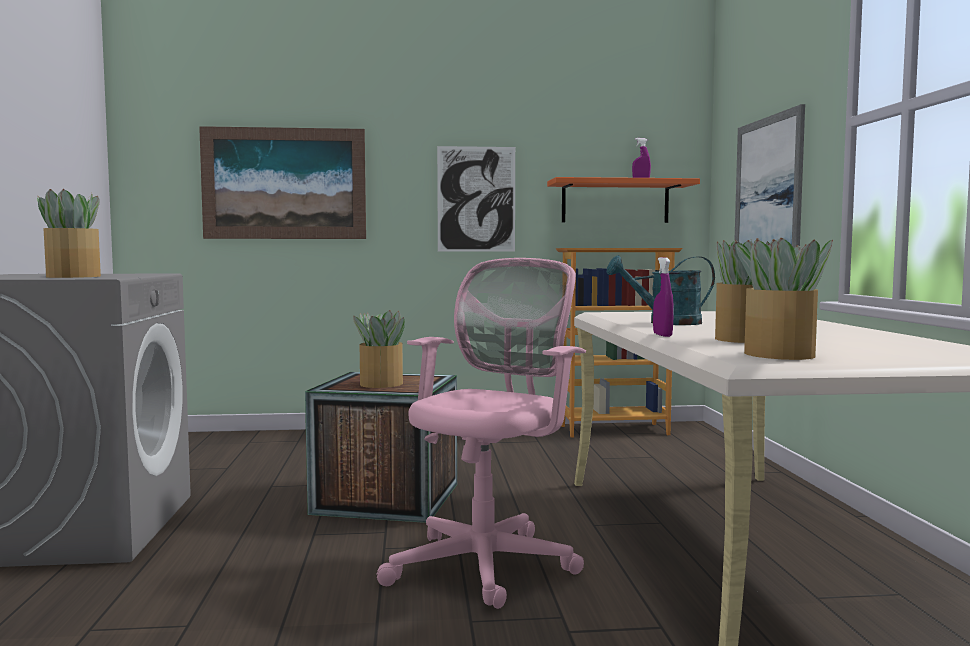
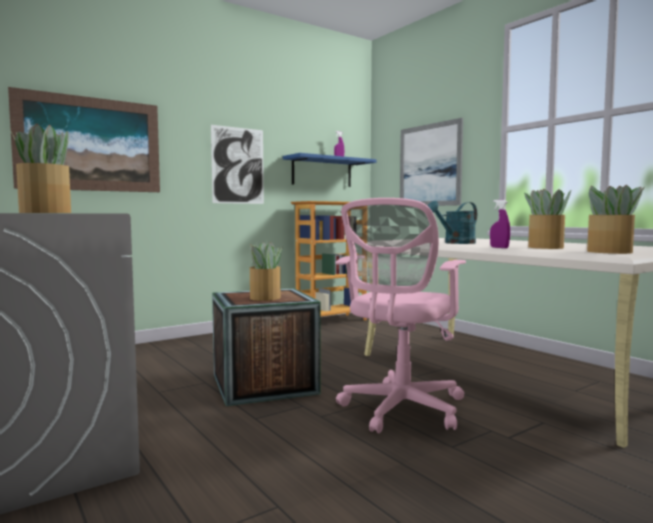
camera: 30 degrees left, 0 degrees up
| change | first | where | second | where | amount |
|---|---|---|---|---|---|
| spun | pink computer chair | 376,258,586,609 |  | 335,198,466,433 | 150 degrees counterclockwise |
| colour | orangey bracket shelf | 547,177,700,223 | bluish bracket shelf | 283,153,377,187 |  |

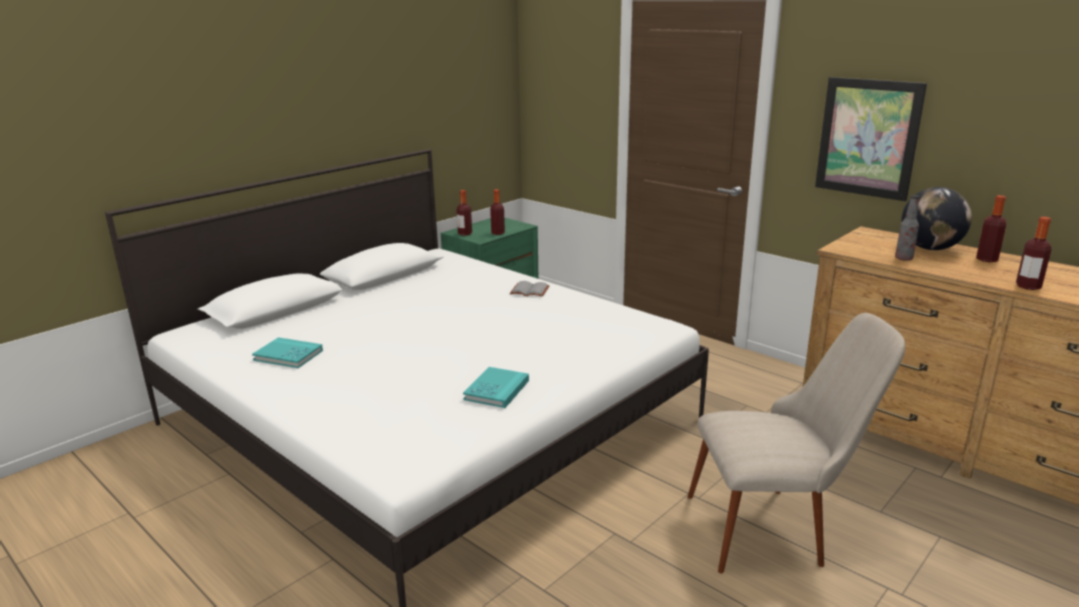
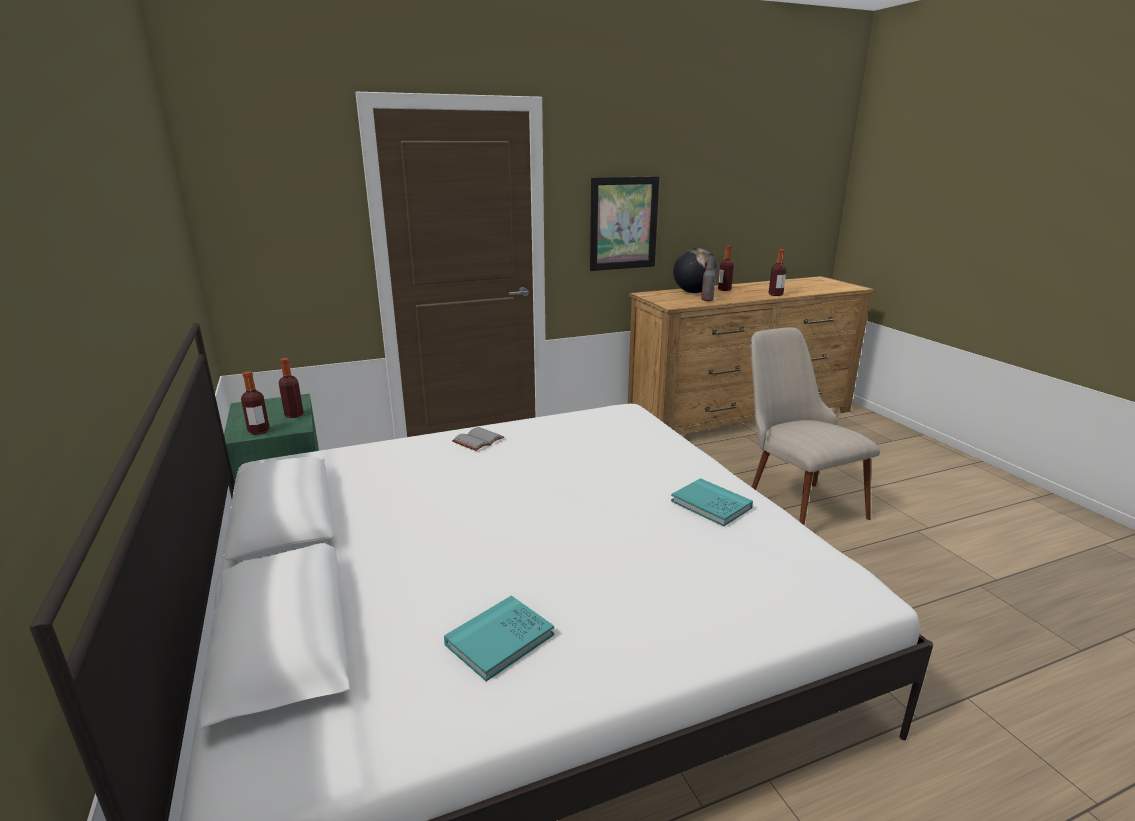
camera: 65 degrees left, 0 degrees up
| change | first | where | second | where | amount |
|---|---|---|---|---|---|
| spun | beige-coloured plain chair | 688,313,905,573 |  | 750,327,880,525 | 45 degrees counterclockwise |

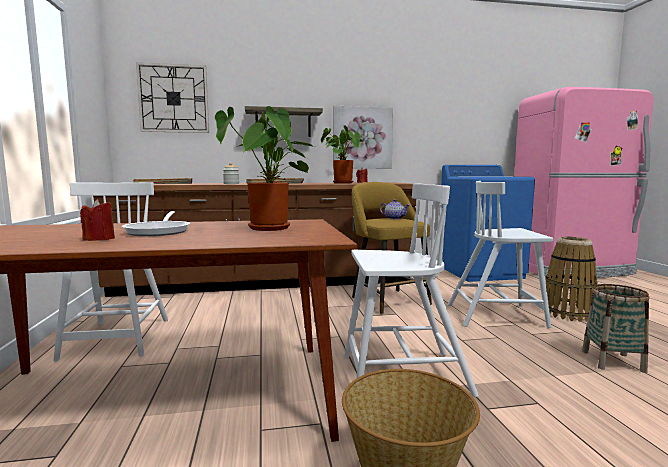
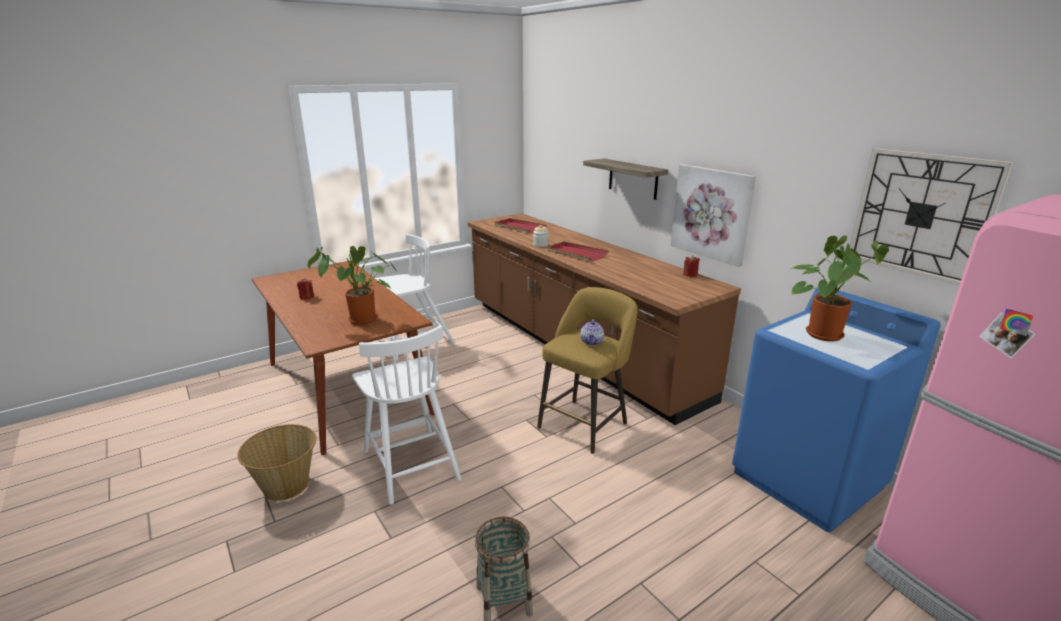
camera: 65 degrees right, 15 degrees up
| change | first | where | second | where | amount |
|---|---|---|---|---|---|
| missing | frying pan | 122,211,190,236 |  |  |  |
| relocated | wall clock | 136,62,209,133 |  | 850,148,1013,285 |  |
| relocated | potted plant | 321,125,363,184 |  | 791,236,889,342 |  |
| missing | white plain chair | 448,181,553,328 |  |  |  |
| missing | household basket | 546,237,597,322 |  |  |  |

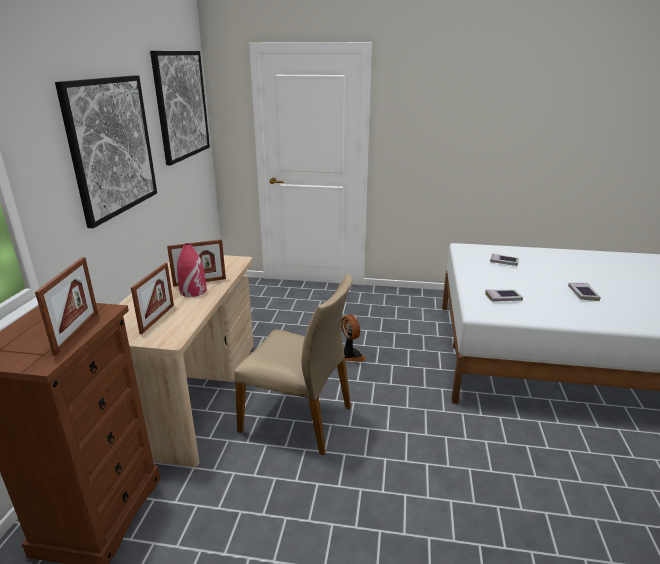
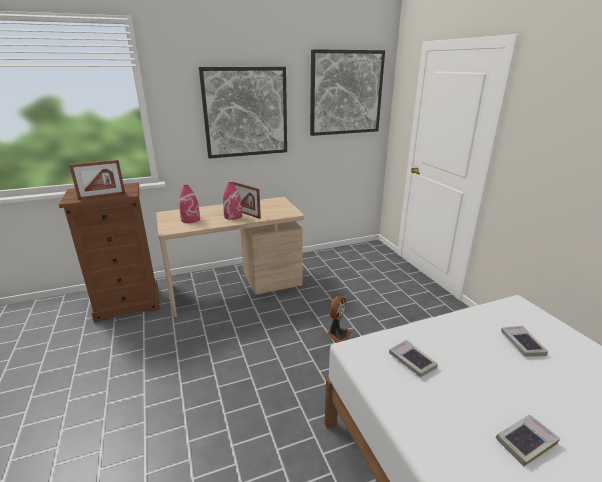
camera: 60 degrees right, 0 degrees up
| change | first | where | second | where | amount |
|---|---|---|---|---|---|
| exchanged | photo frame | 131,263,174,334 | reddish flower vase | 179,185,200,223 |  |
| missing | beige-coloured plain chair | 234,274,352,455 |  |  |  |

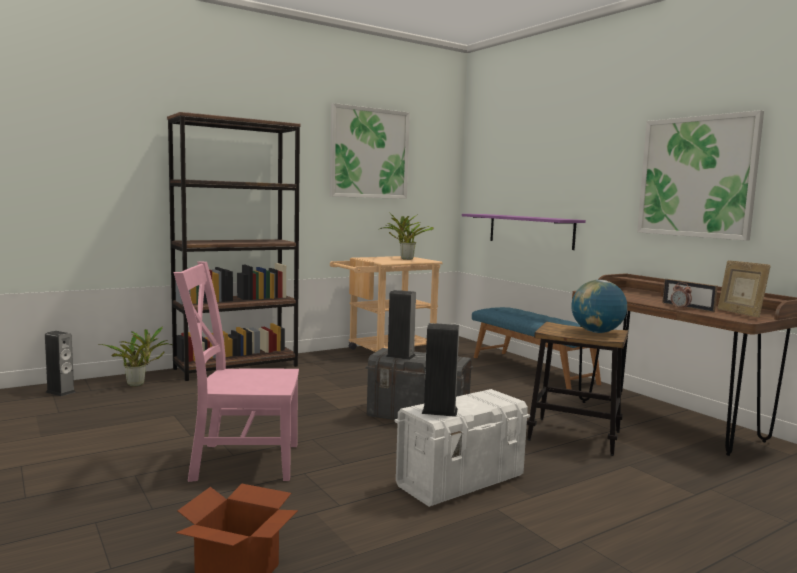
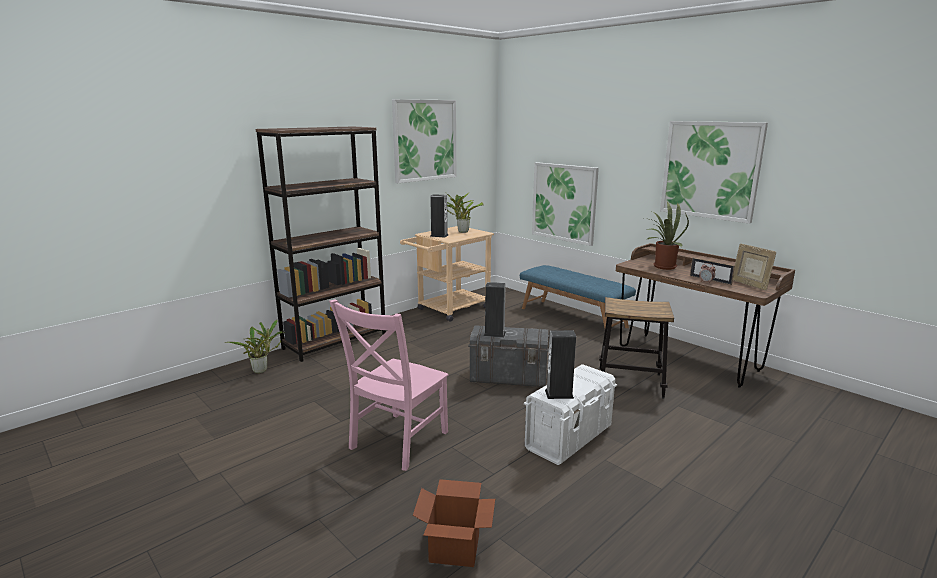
camera: 10 degrees left, 10 degrees up
| change | first | where | second | where | amount |
|---|---|---|---|---|---|
| relocated | audio speaker | 45,331,76,396 |  | 430,194,448,237 |  |
| spun | pink plain chair | 173,261,299,482 |  | 329,299,449,471 | 45 degrees counterclockwise |
| exchanged | purplish bracket shelf | 462,214,586,250 | wall art | 532,162,599,246 |  |
| missing | world globe | 571,280,627,333 |  |  |  |
| appeared |  |  | potted plant | 644,202,689,270 |  |

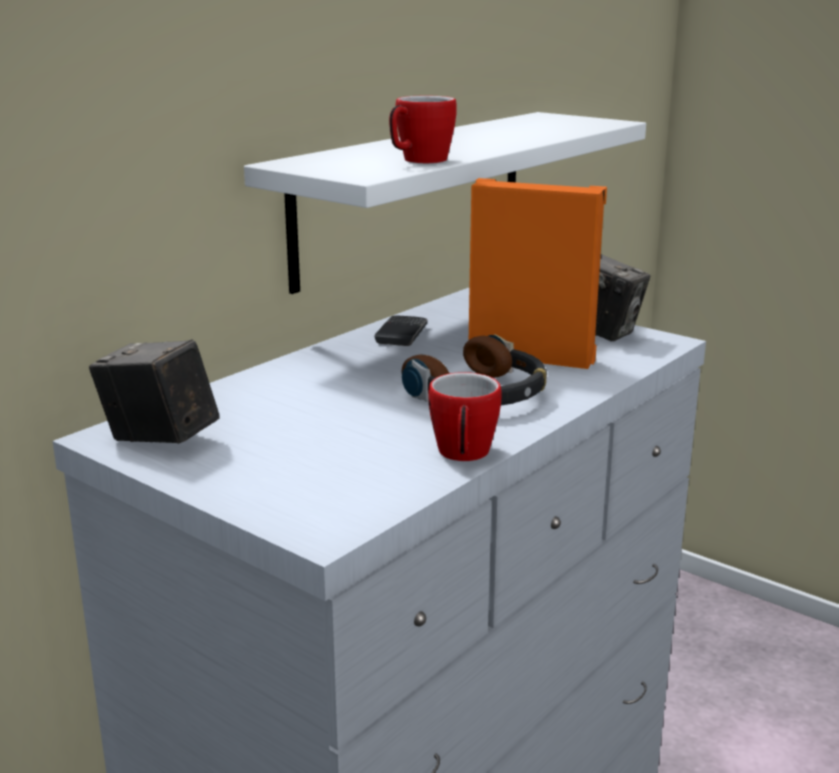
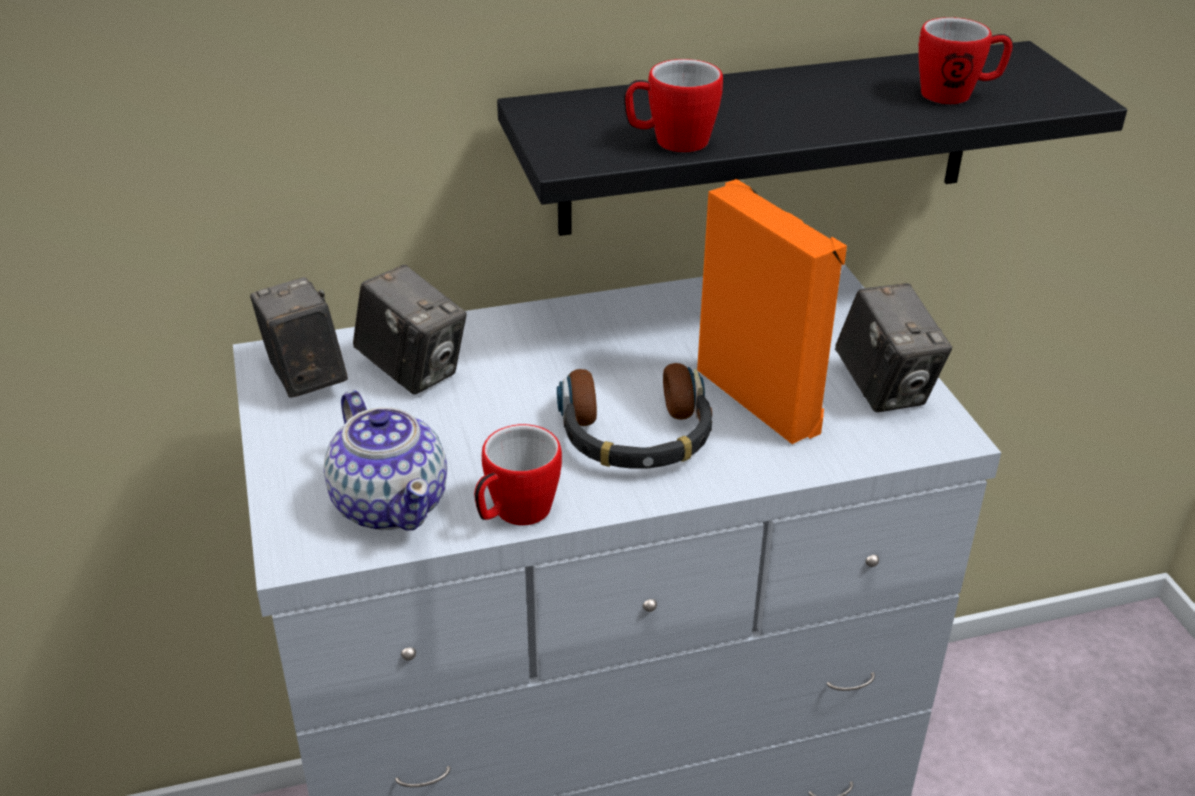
camera: 35 degrees right, 15 degrees up
| change | first | where | second | where | amount |
|---|---|---|---|---|---|
| colour | white bracket shelf | 244,112,646,294 | black-coloured bracket shelf | 497,41,1127,236 |  |
| missing | phone | 374,316,428,346 |  |  |  |
| appeared |  |  | tea pot | 324,390,447,530 |  |
| appeared |  |  | photo camera | 353,265,467,394 |  |
| appeared |  |  | mug | 918,17,1013,104 |  |

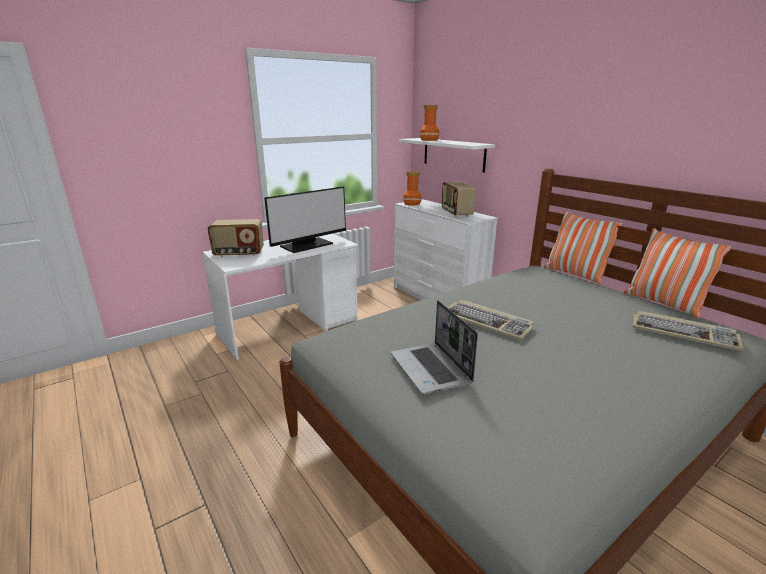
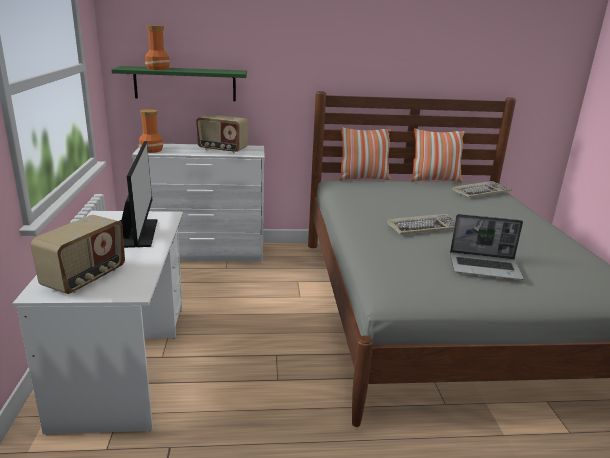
camera: 60 degrees left, 0 degrees up
| change | first | where | second | where | amount |
|---|---|---|---|---|---|
| colour | white bracket shelf | 399,138,495,173 | green bracket shelf | 112,66,247,101 |  |

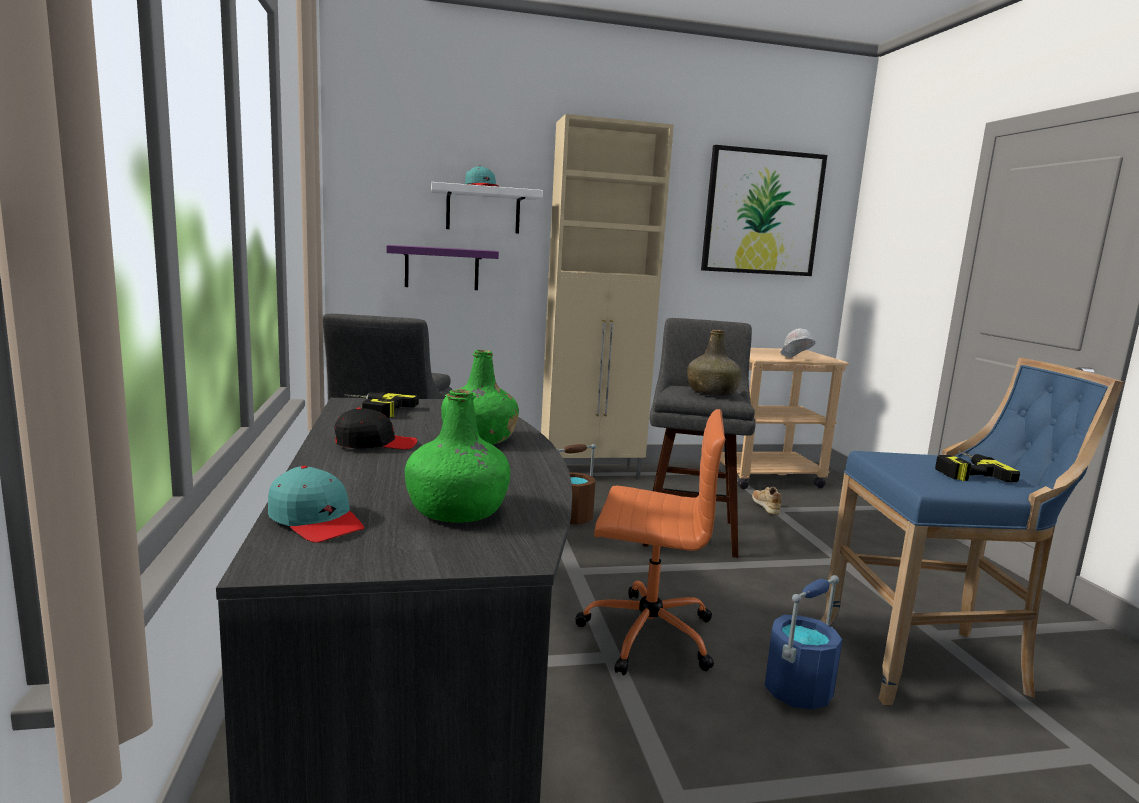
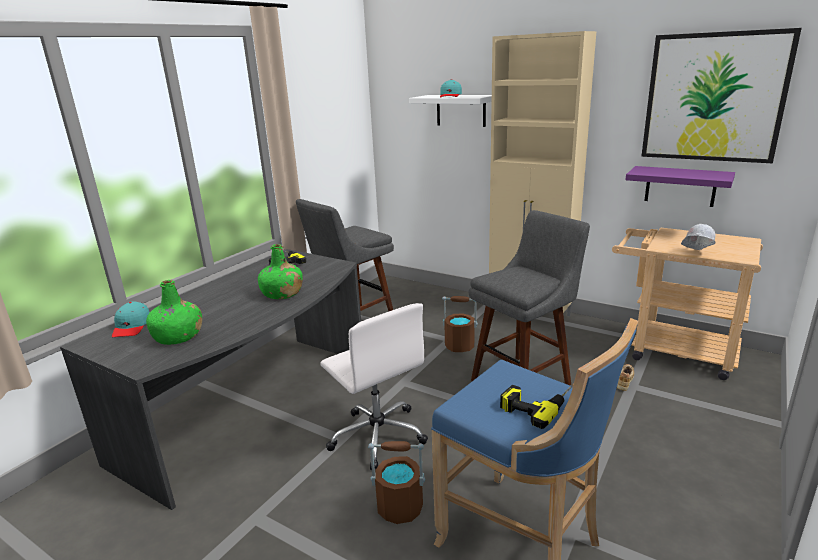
camera: 45 degrees right, 10 degrees up
| change | first | where | second | where | amount |
|---|---|---|---|---|---|
| missing | black-coloured peaked cap | 335,408,417,449 |  |  |  |
| relocated | purplish bracket shelf | 386,245,499,290 |  | 625,166,735,207 |  |
| colour | orangey computer chair | 575,409,725,675 | white computer chair | 320,303,428,470 |  |
| missing | green drink bottle | 687,330,742,396 |  |  |  |
| colour | bluish bucket | 764,575,842,709 | brownish bucket | 368,441,425,524 |  |

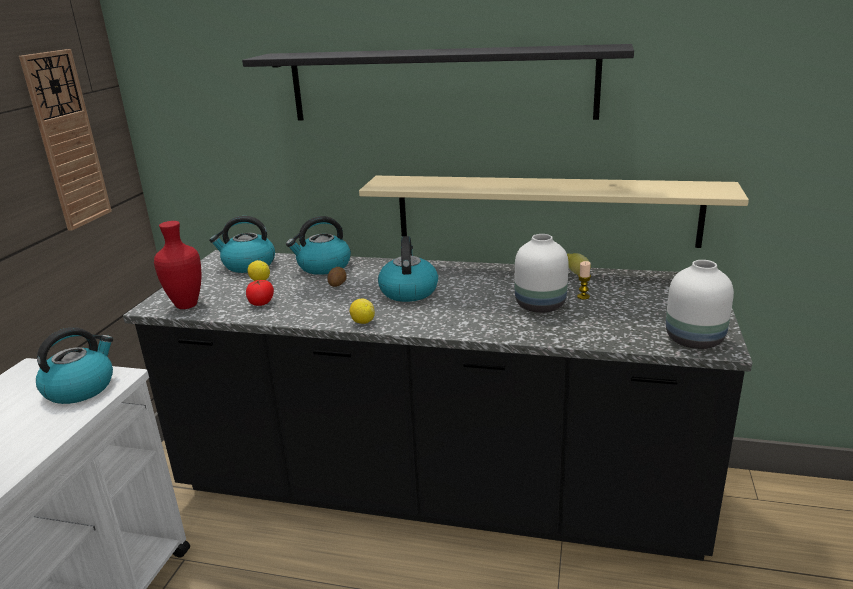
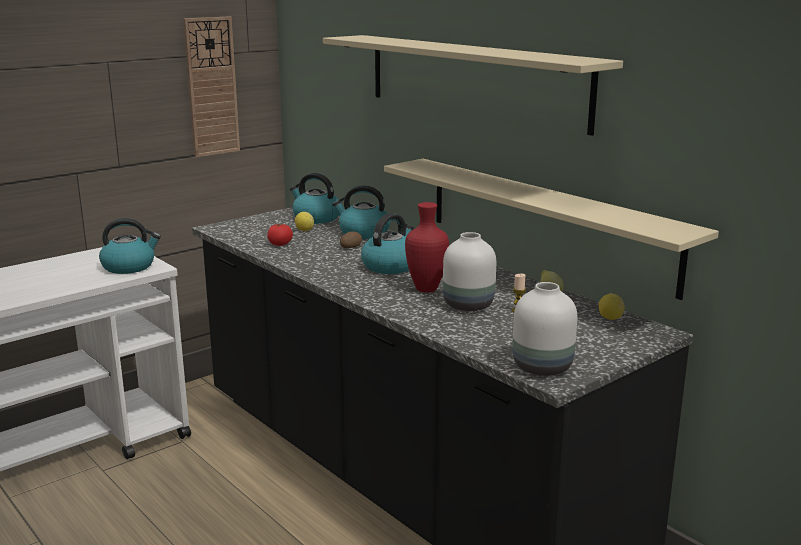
camera: 35 degrees right, 5 degrees down
| change | first | where | second | where | amount |
|---|---|---|---|---|---|
| relocated | reddish flower vase | 154,221,201,309 |  | 405,202,449,293 |  |
| colour | black-coloured bracket shelf | 242,44,634,120 | beige-coloured bracket shelf | 323,35,623,136 |  |
| relocated | lemon | 350,299,375,324 |  | 598,294,625,320 |  |

